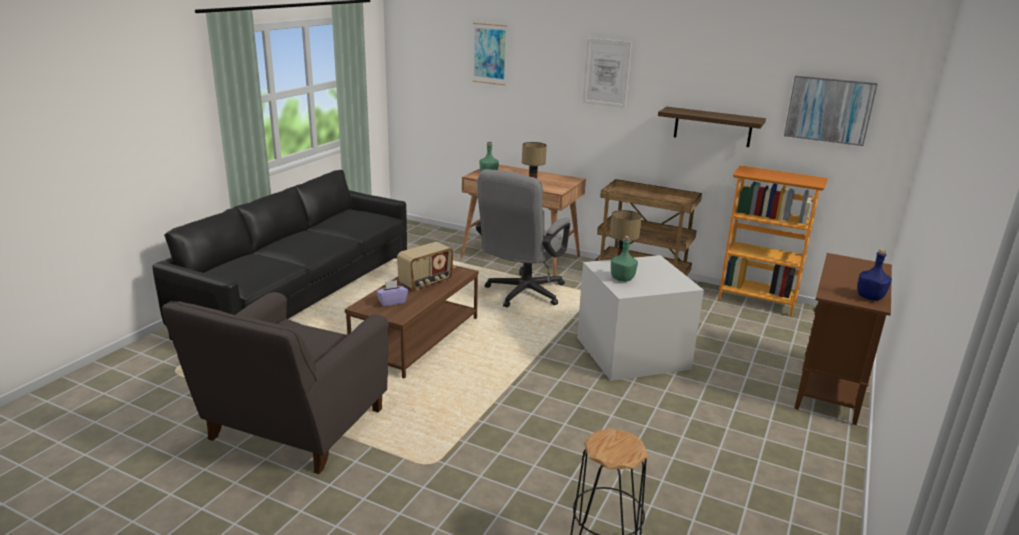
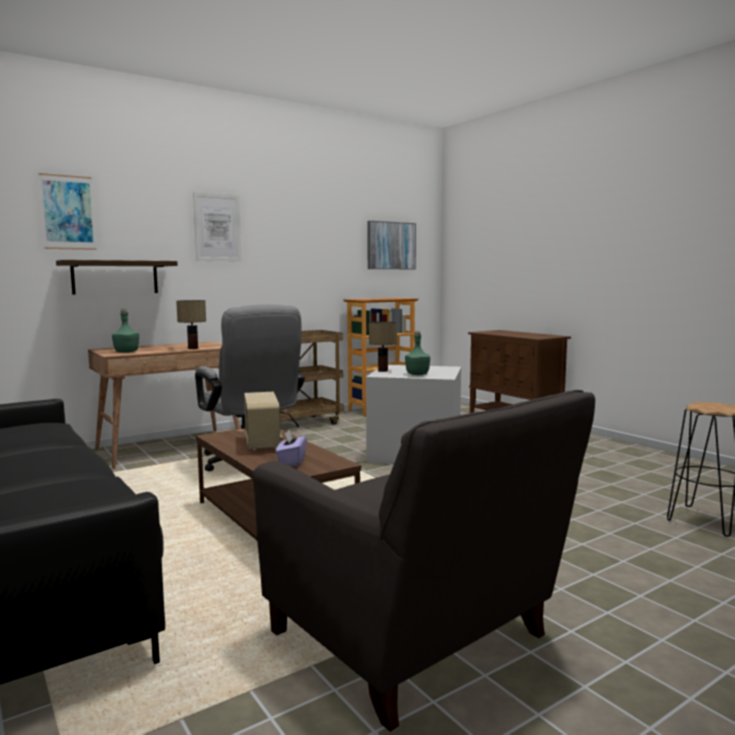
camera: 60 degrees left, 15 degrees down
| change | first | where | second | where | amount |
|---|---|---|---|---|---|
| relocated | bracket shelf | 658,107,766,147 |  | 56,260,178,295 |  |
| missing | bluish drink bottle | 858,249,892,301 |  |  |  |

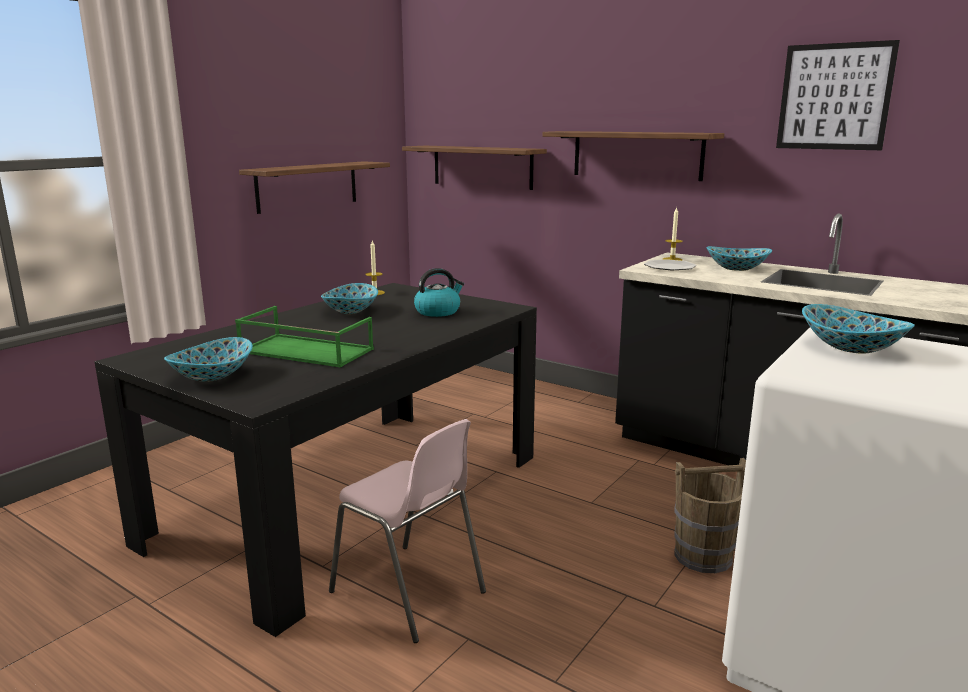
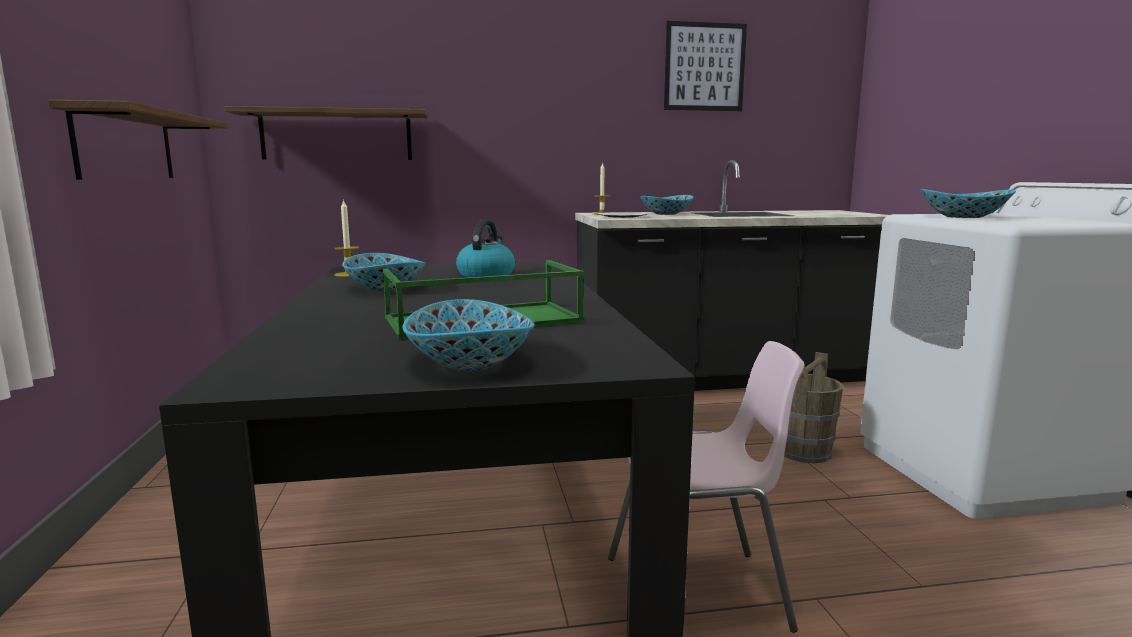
camera: 45 degrees left, 5 degrees down
| change | first | where | second | where | amount |
|---|---|---|---|---|---|
| missing | bracket shelf | 542,131,724,181 |  |  |  |

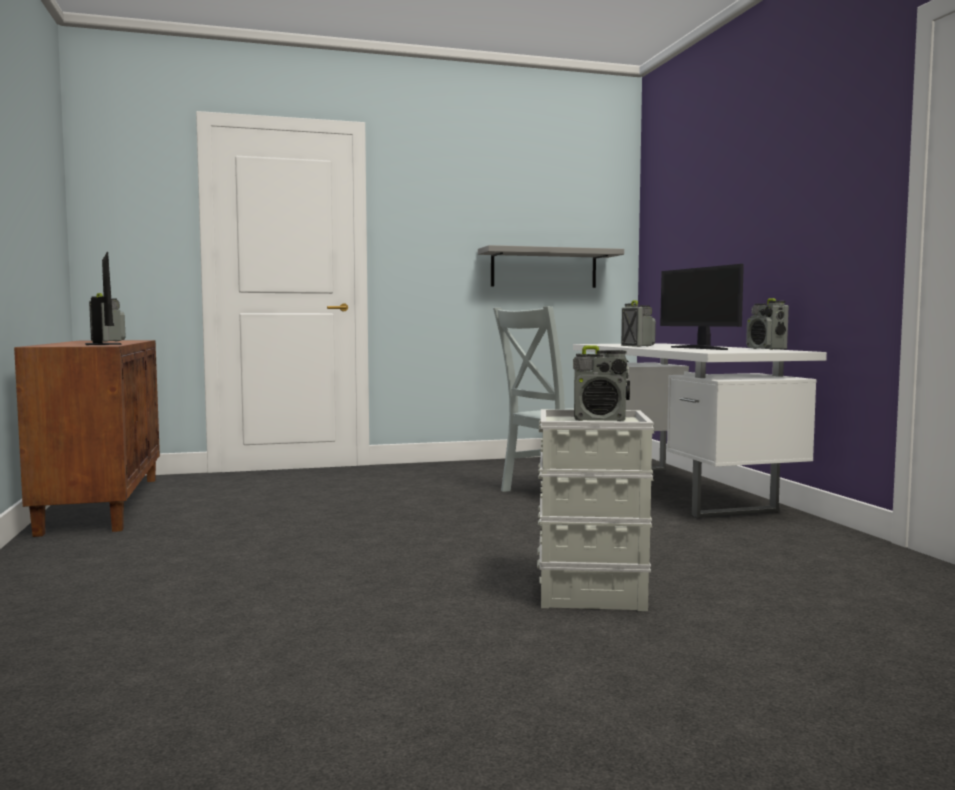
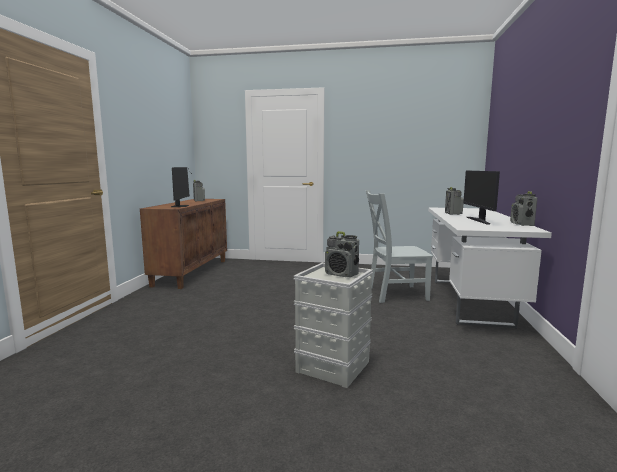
camera: 25 degrees right, 5 degrees up
| change | first | where | second | where | amount |
|---|---|---|---|---|---|
| missing | gray bracket shelf | 478,245,624,288 |  |  |  |

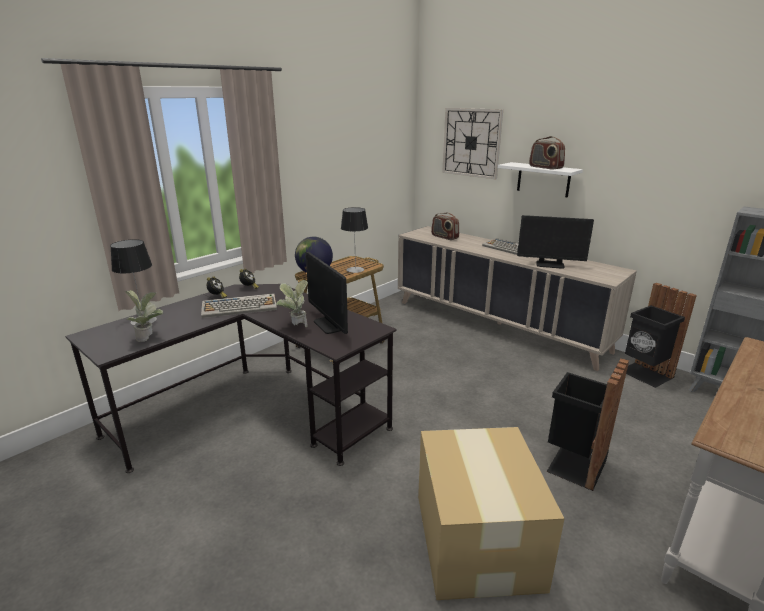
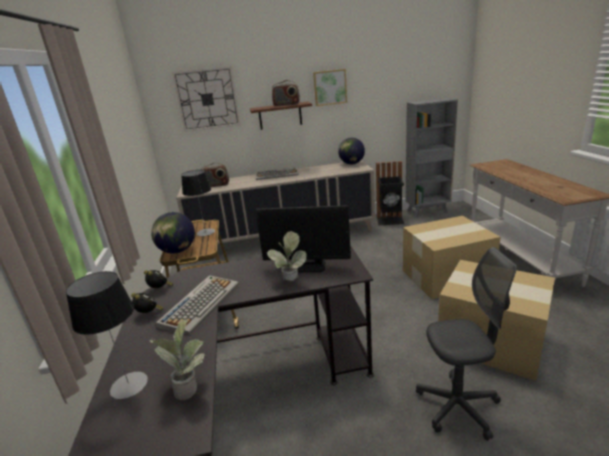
camera: 50 degrees left, 0 degrees up
| change | first | where | second | where | amount |
|---|---|---|---|---|---|
| colour | white bracket shelf | 498,162,583,197 | brownish bracket shelf | 250,102,312,130 |  |
| missing | computer screen | 517,215,594,269 |  |  |  |
| exchanged | black-coloured waste bin | 547,358,629,491 | packing box | 403,216,501,299 |  |
| appeared |  |  | wall art | 313,69,347,106 |  |
| appeared |  |  | world globe | 338,138,365,164 |  |
| appeared |  |  | gray computer chair | 416,247,517,441 |  |

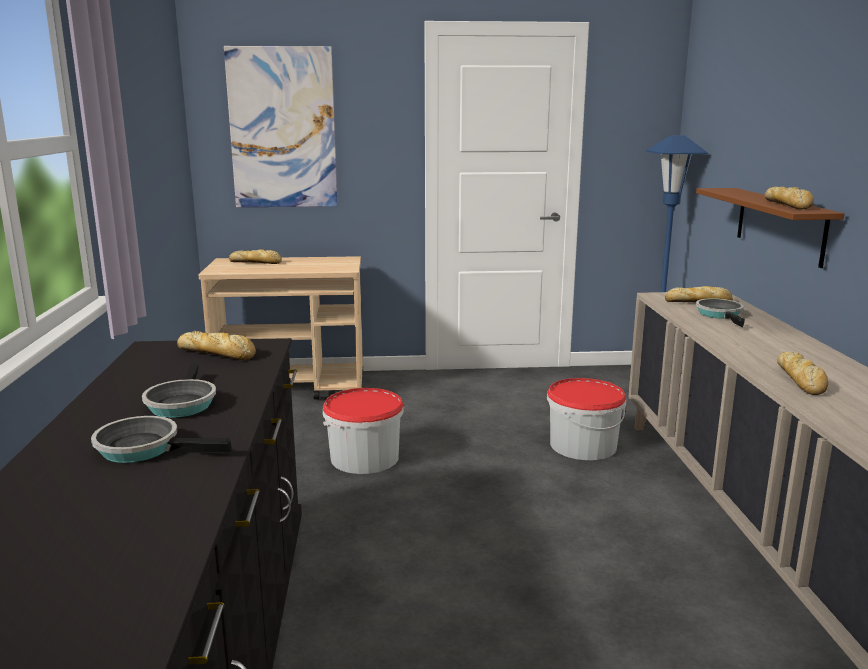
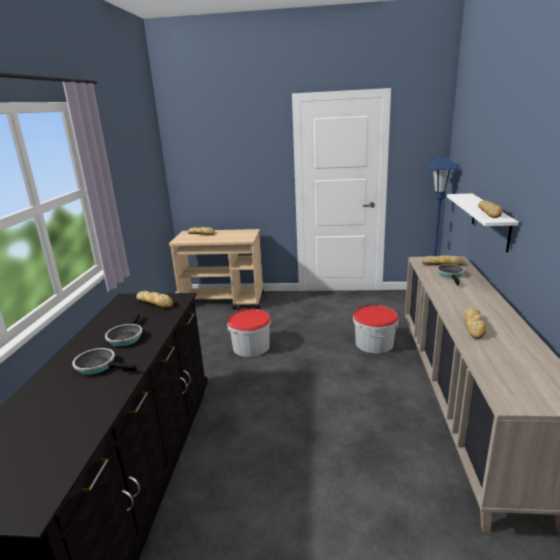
camera: 10 degrees right, 5 degrees up
| change | first | where | second | where | amount |
|---|---|---|---|---|---|
| missing | wall art | 224,46,338,207 |  |  |  |
| colour | brownish bracket shelf | 696,188,844,268 | white bracket shelf | 447,193,519,252 |  |

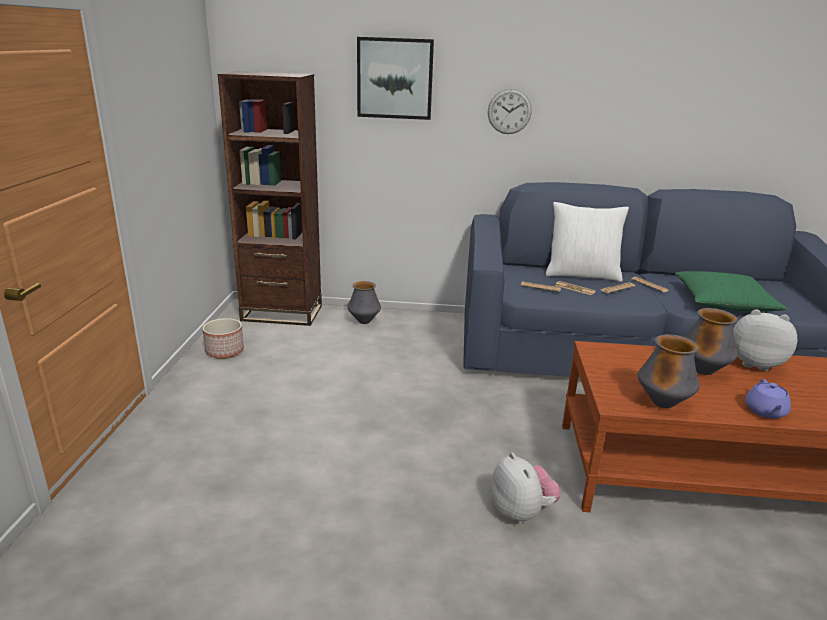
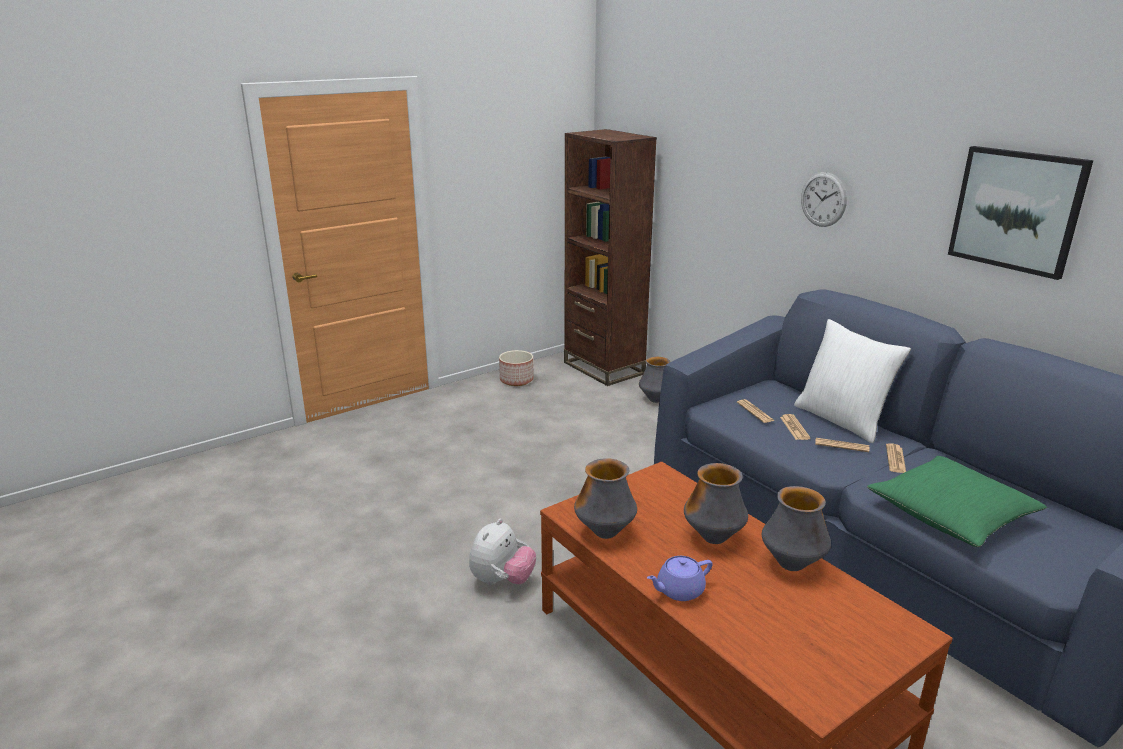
camera: 50 degrees right, 0 degrees up
| change | first | where | second | where | amount |
|---|---|---|---|---|---|
| relocated | wall art | 357,37,434,120 |  | 948,146,1093,280 |  |
| exchanged | cuddly toy | 733,309,798,371 | flower vase | 762,486,831,571 |  |

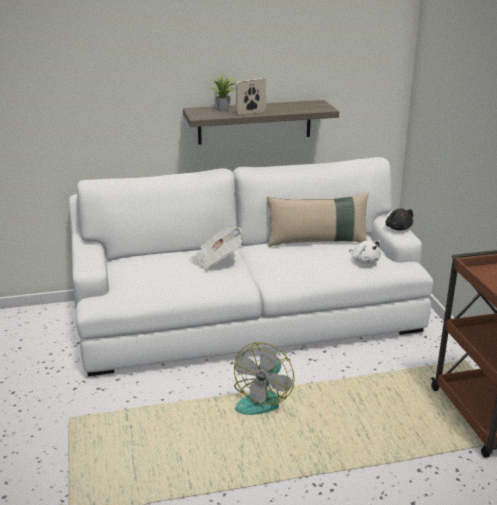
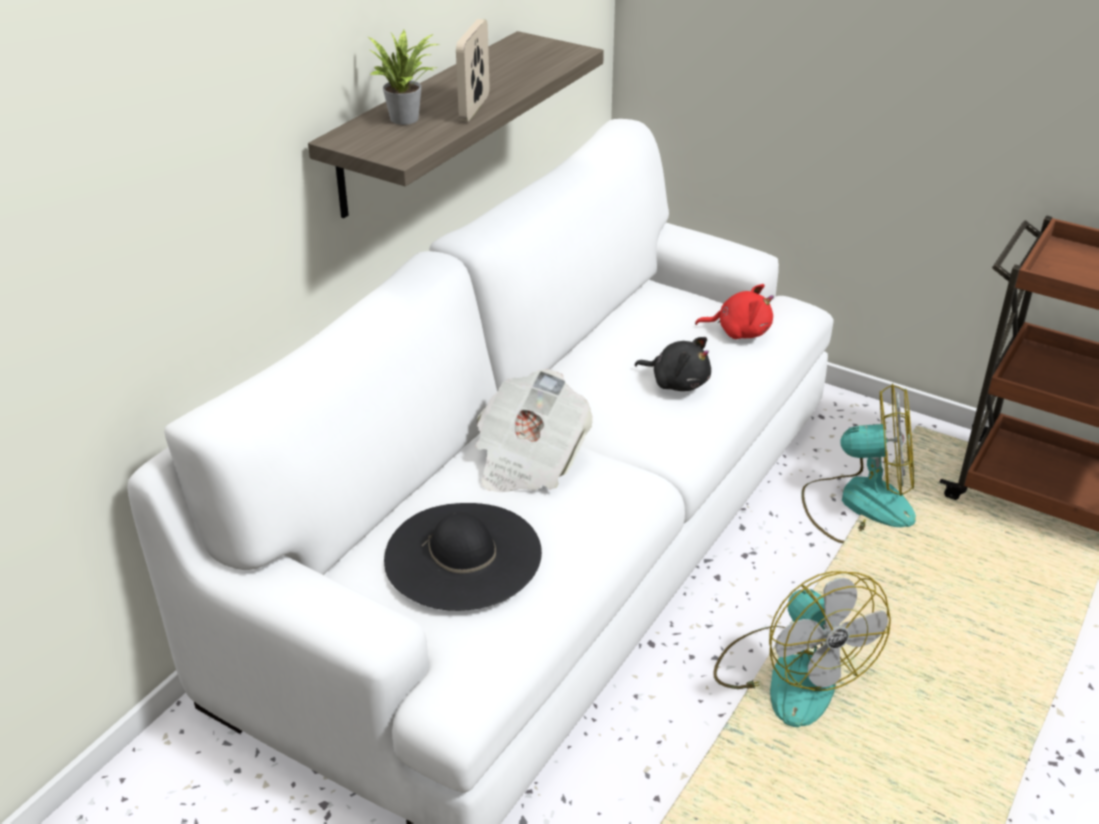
camera: 45 degrees left, 10 degrees up
| change | first | where | second | where | amount |
|---|---|---|---|---|---|
| missing | beige-coloured cushion | 267,193,369,247 |  |  |  |
| colour | white cuddly toy | 349,241,381,264 | reddish cuddly toy | 695,284,774,339 |  |
| relocated | black-coloured cuddly toy | 386,209,413,231 |  | 634,337,711,391 |  |
| appeared |  |  | black-coloured clothing hat | 384,503,542,611 |  |
| appeared |  |  | electric fan | 801,384,916,543 |  |

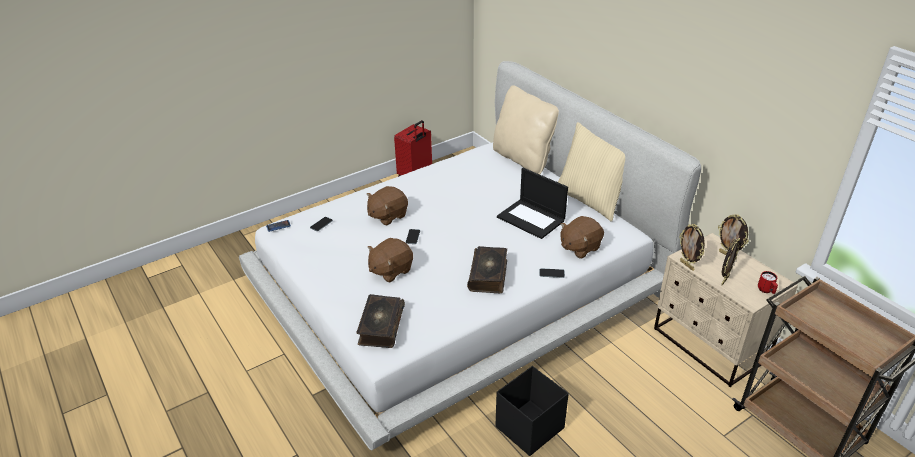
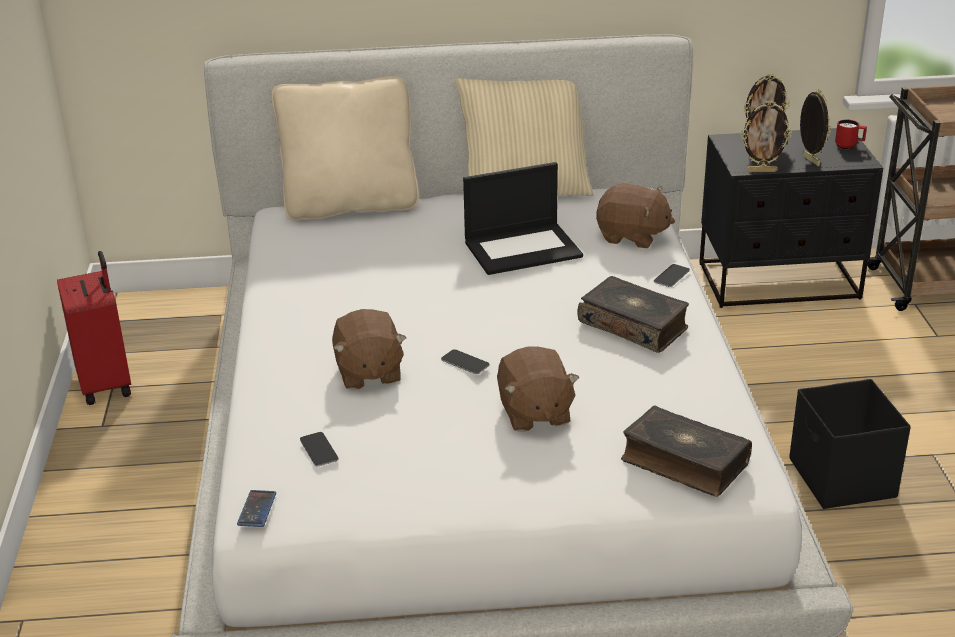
camera: 60 degrees left, 5 degrees down
| change | first | where | second | where | amount |
|---|---|---|---|---|---|
| spun | brownish cuddly toy | 560,216,604,259 |  | 596,184,675,248 | 60 degrees counterclockwise |
| colour | beige-coloured nightstand | 654,233,798,387 | black-coloured nightstand | 699,128,883,308 |  |

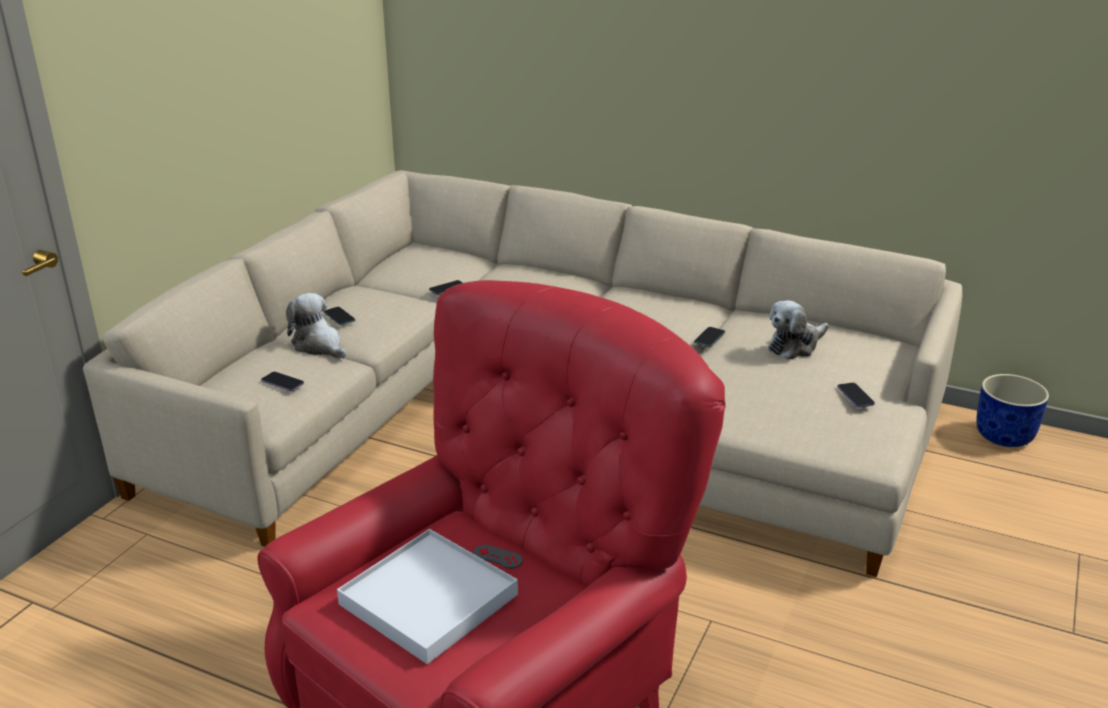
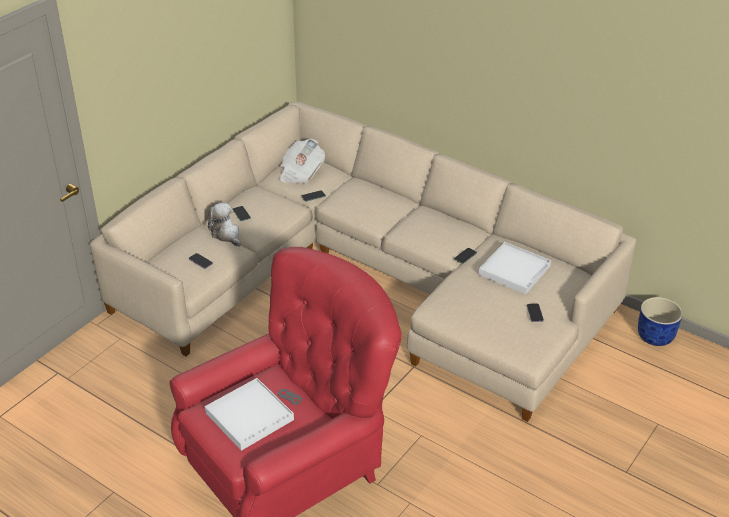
camera: 10 degrees right, 10 degrees up
| change | first | where | second | where | amount |
|---|---|---|---|---|---|
| exchanged | cuddly toy | 769,300,829,360 | white serving tray | 479,242,551,295 |  |
| appeared |  |  | newspaper | 280,139,325,184 |  |

